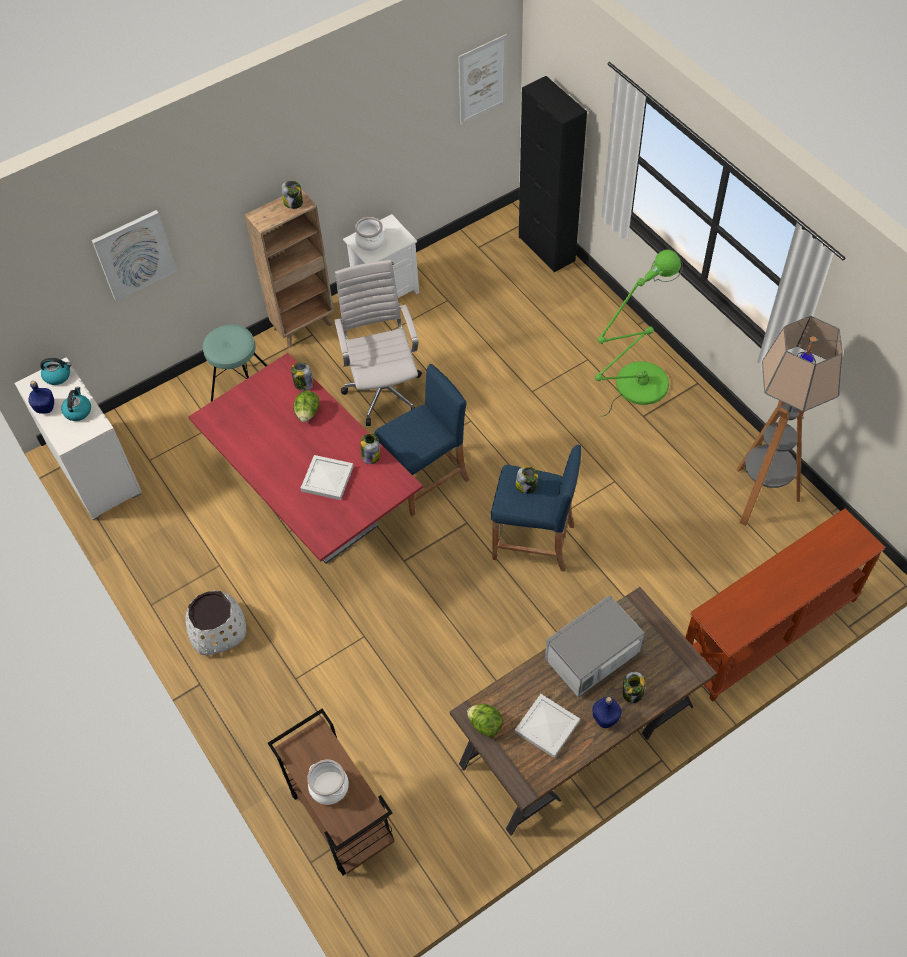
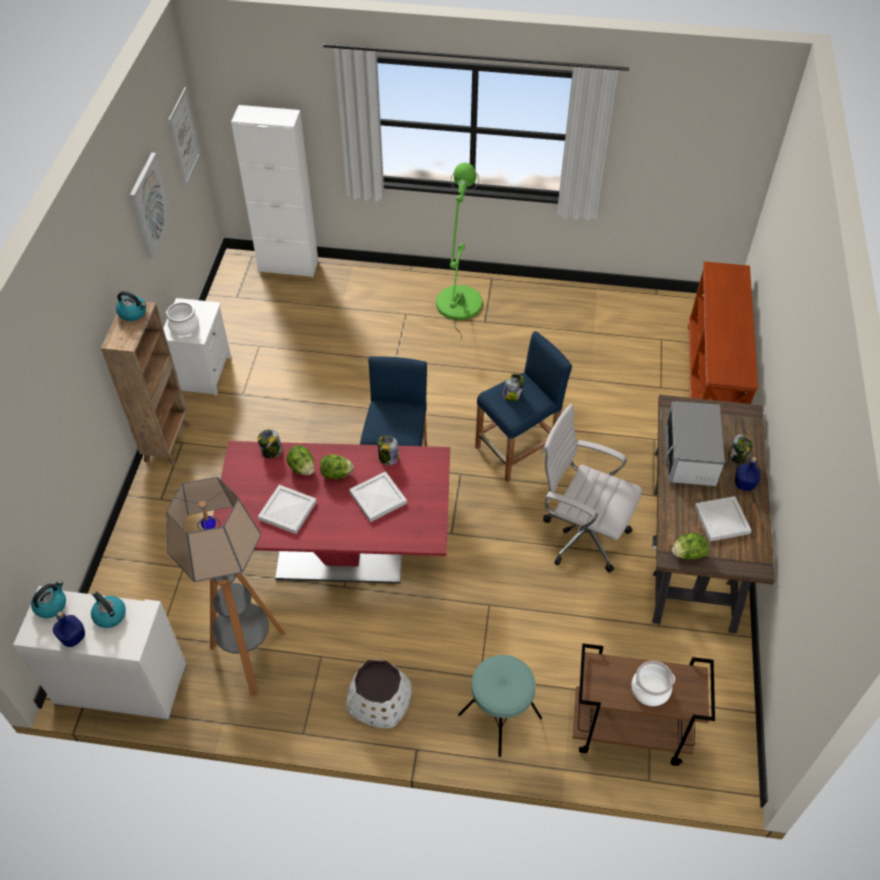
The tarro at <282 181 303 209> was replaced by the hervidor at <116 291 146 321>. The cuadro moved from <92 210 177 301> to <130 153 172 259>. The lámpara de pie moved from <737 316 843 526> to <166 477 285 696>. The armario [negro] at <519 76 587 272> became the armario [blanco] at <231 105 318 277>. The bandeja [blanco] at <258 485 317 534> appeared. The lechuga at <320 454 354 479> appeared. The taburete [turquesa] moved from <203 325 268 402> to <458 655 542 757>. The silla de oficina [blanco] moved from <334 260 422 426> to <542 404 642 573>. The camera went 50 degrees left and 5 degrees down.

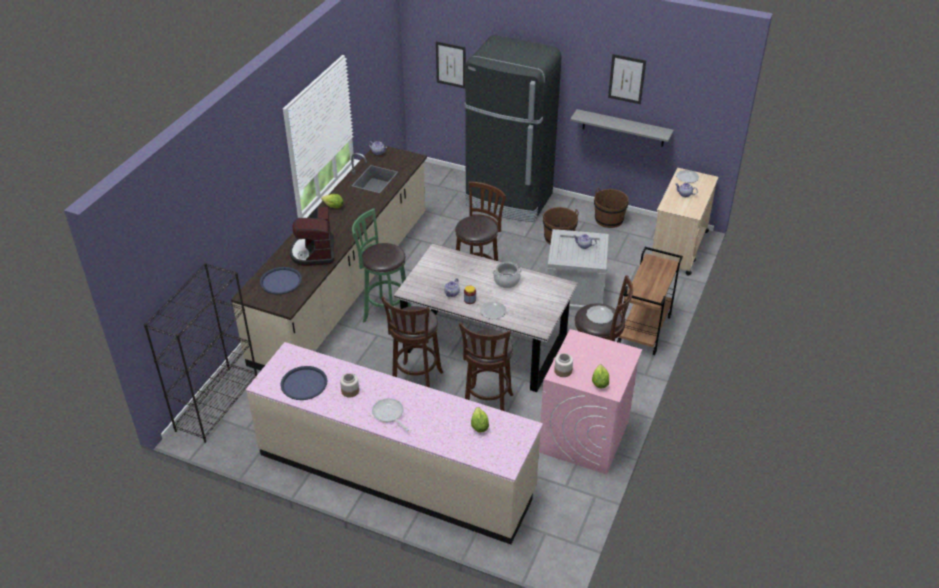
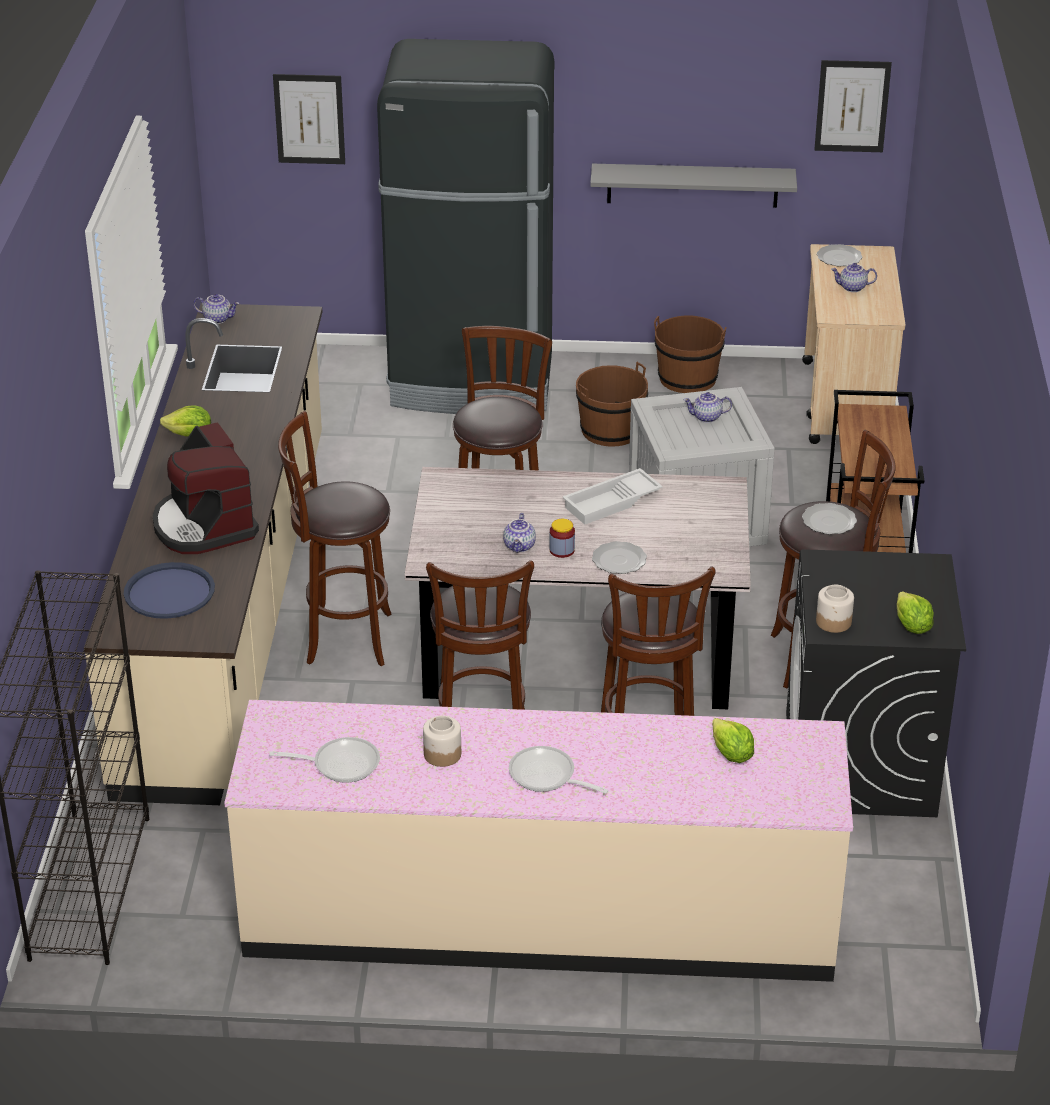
The bandeja [azul] at <281 366 327 400> was replaced by the sartén at <269 737 380 783>. The taburete [verde] at <352 208 411 323> became the taburete [marrón] at <278 411 392 666>. The olla at <492 262 522 288> was replaced by the bandeja [blanco] at <563 468 663 525>. The lavadora [rosa] at <539 329 642 475> became the lavadora [negro] at <786 549 966 817>. The cuadro moved from <608 54 646 104> to <814 60 892 152>. The camera went 20 degrees left and 5 degrees down.

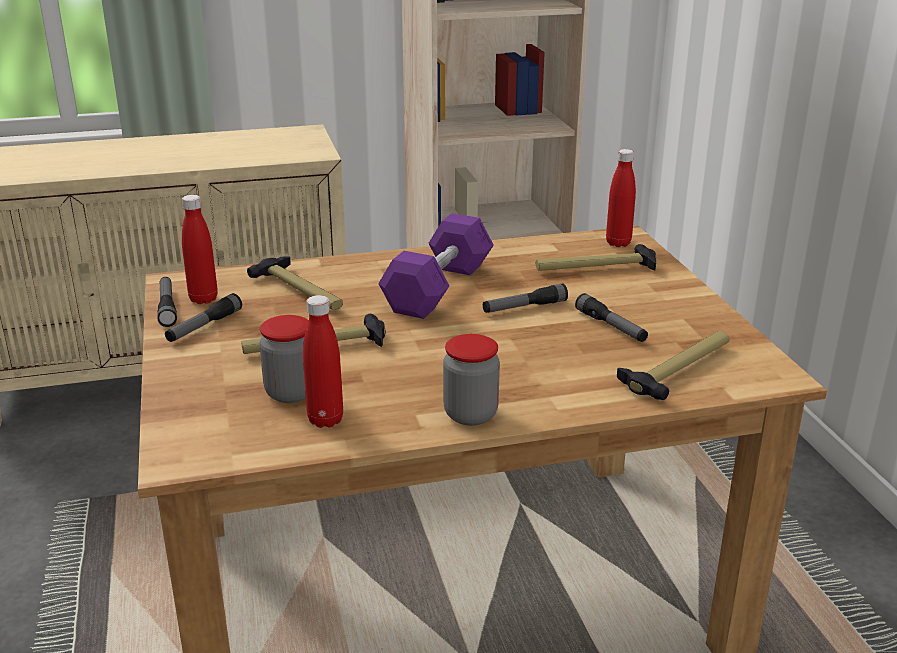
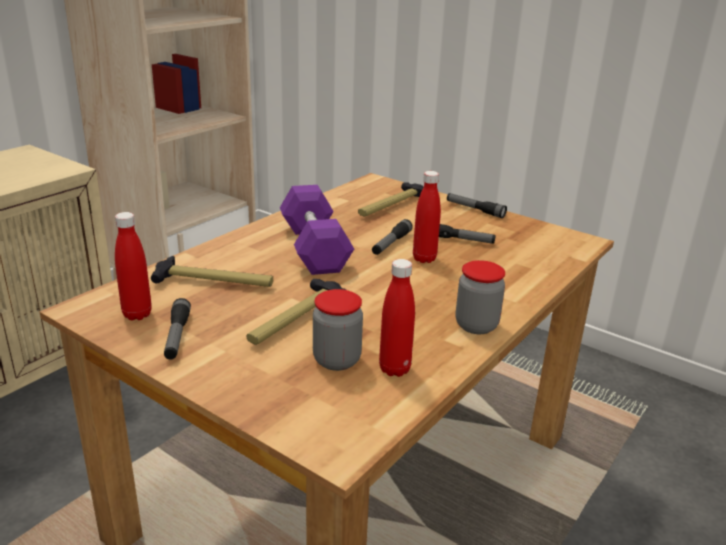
The botella [rojo] moved from <606 149 636 247> to <413 171 441 263>. The linterna moved from <157 277 177 327> to <447 193 507 218>. The martillo at <617 331 730 400> disappeared. The camera went 40 degrees left and 0 degrees up.

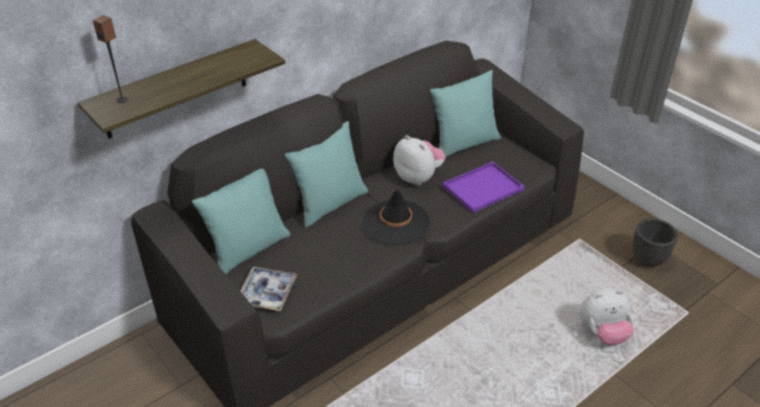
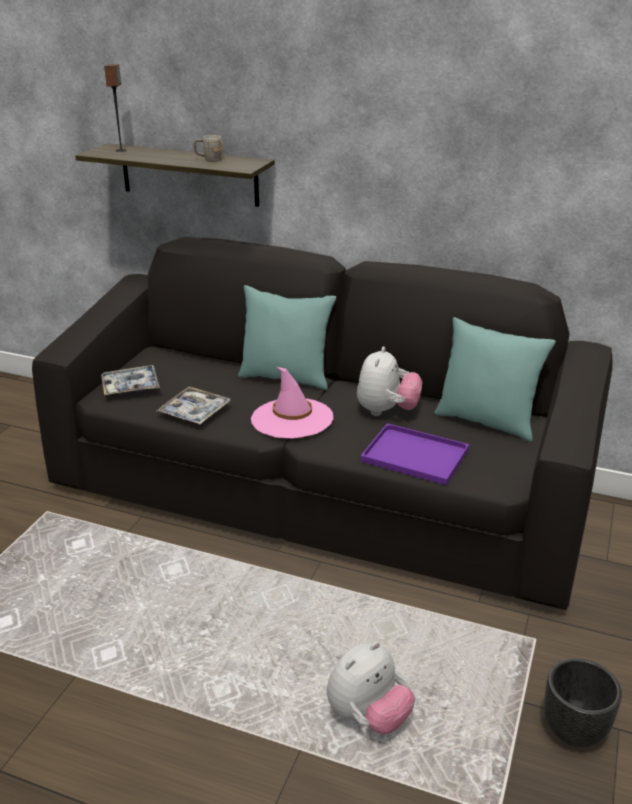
The bandeja at <157 387 230 424> appeared. The taza grande [gris] at <193 135 223 162> appeared. The sombrero [negro] at <362 189 429 245> became the sombrero [rosa] at <251 367 333 439>. The peluche at <580 288 634 346> turned 90 degrees counterclockwise. The cojín [turquesa] at <192 169 291 274> disappeared. The camera went 60 degrees right and 10 degrees down.

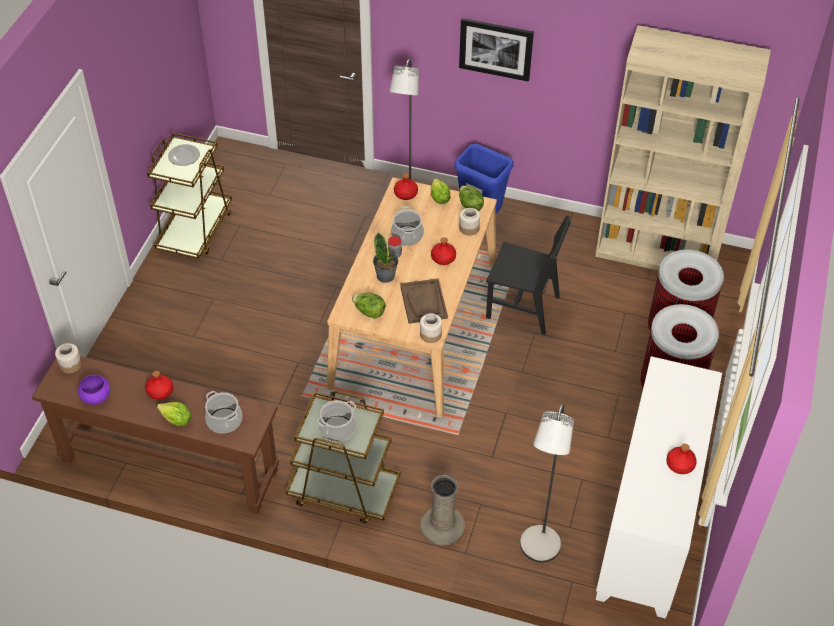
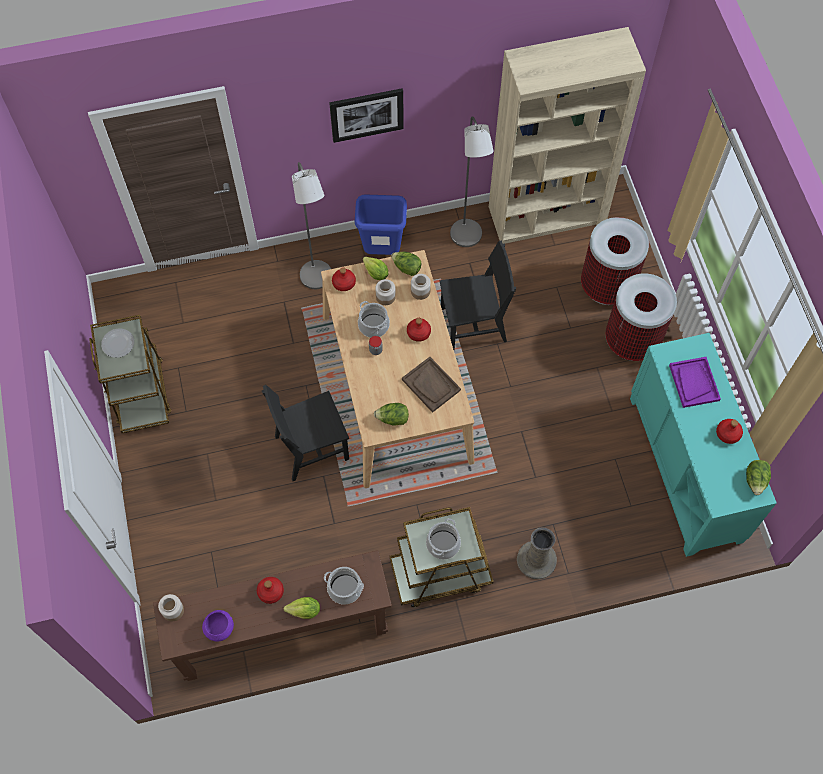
The silla [negro] at <262 385 349 481> appeared. The tarro moved from <420 313 442 343> to <375 279 396 305>. The lámpara de pie [gris] moved from <520 403 574 563> to <450 116 494 247>. The armario [blanco] at <596 356 722 619> became the armario [turquesa] at <630 333 777 557>. The bandeja [morado] at <669 357 721 408> appeared. The lechuga at <746 460 771 495> appeared. The planta en maceta at <373 232 398 283> disappeared. The camera went 30 degrees left and 15 degrees up.

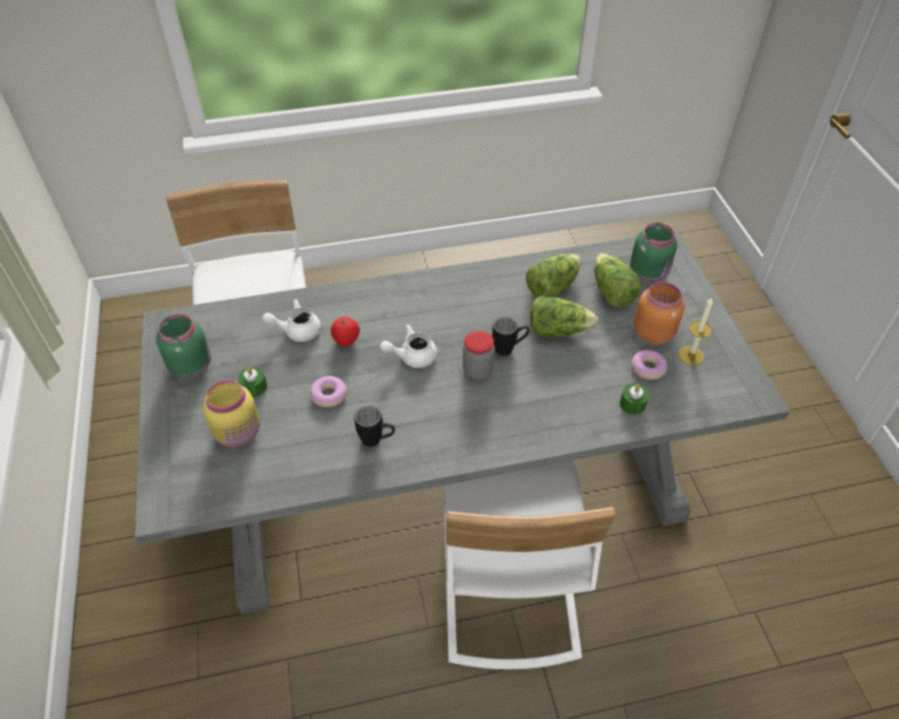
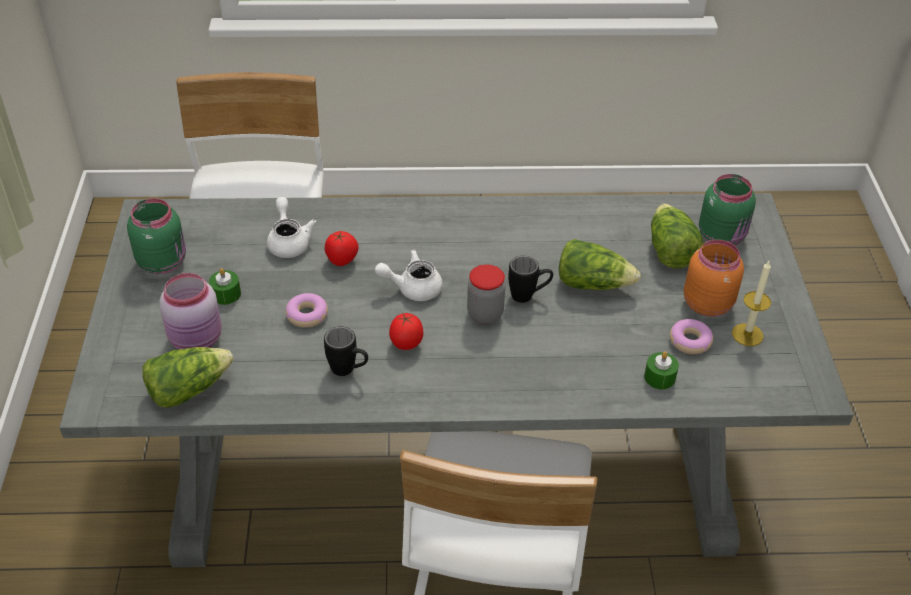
The lechuga moved from <526 254 581 297> to <142 347 233 408>. The tarro [amarillo] at <203 380 260 447> became the tarro [rosa] at <159 273 222 350>. The tetera [blanco] at <262 299 321 342> turned 75 degrees clockwise. The tomate at <389 312 423 350> appeared. The camera went 10 degrees right and 5 degrees down.

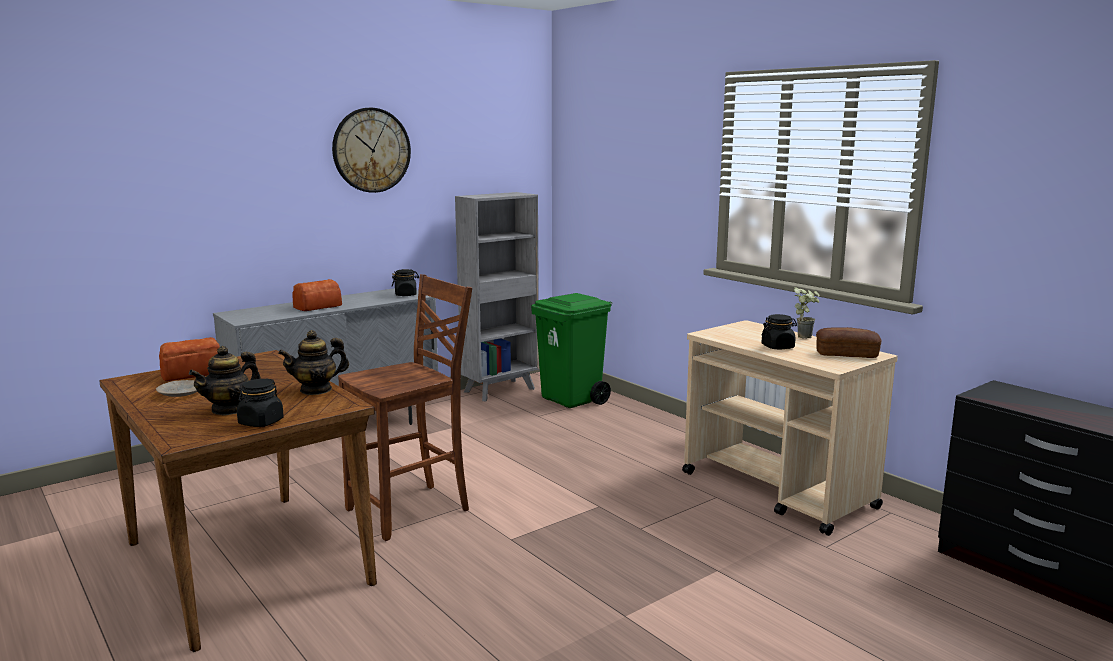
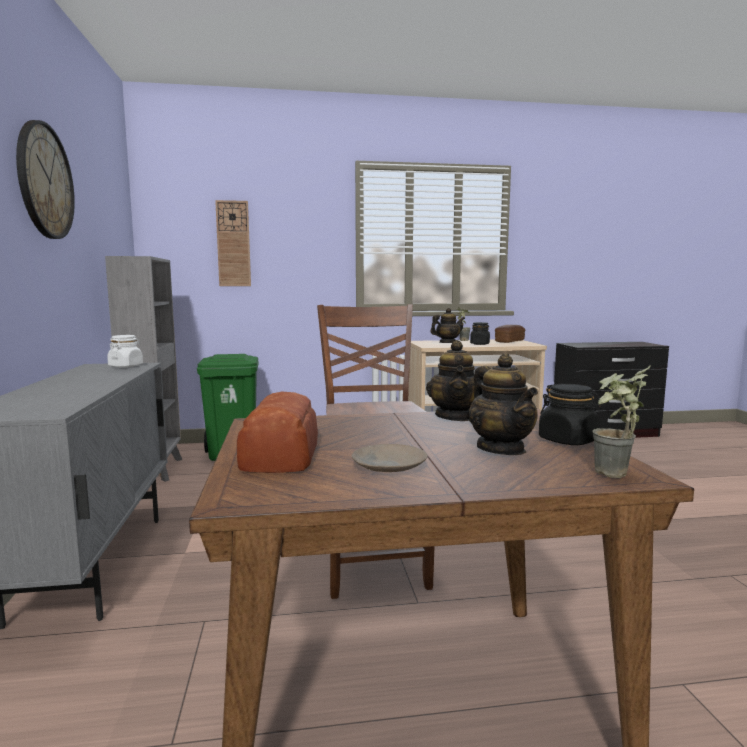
The tarro [negro] at <392 269 419 296> became the tarro [blanco] at <107 335 143 367>. The reloj de pared at <215 200 251 286> appeared. The tetera at <430 308 465 343> appeared. The planta en maceta at <593 365 651 478> appeared. The pan at <292 279 342 311> disappeared. The camera went 60 degrees left and 5 degrees down.

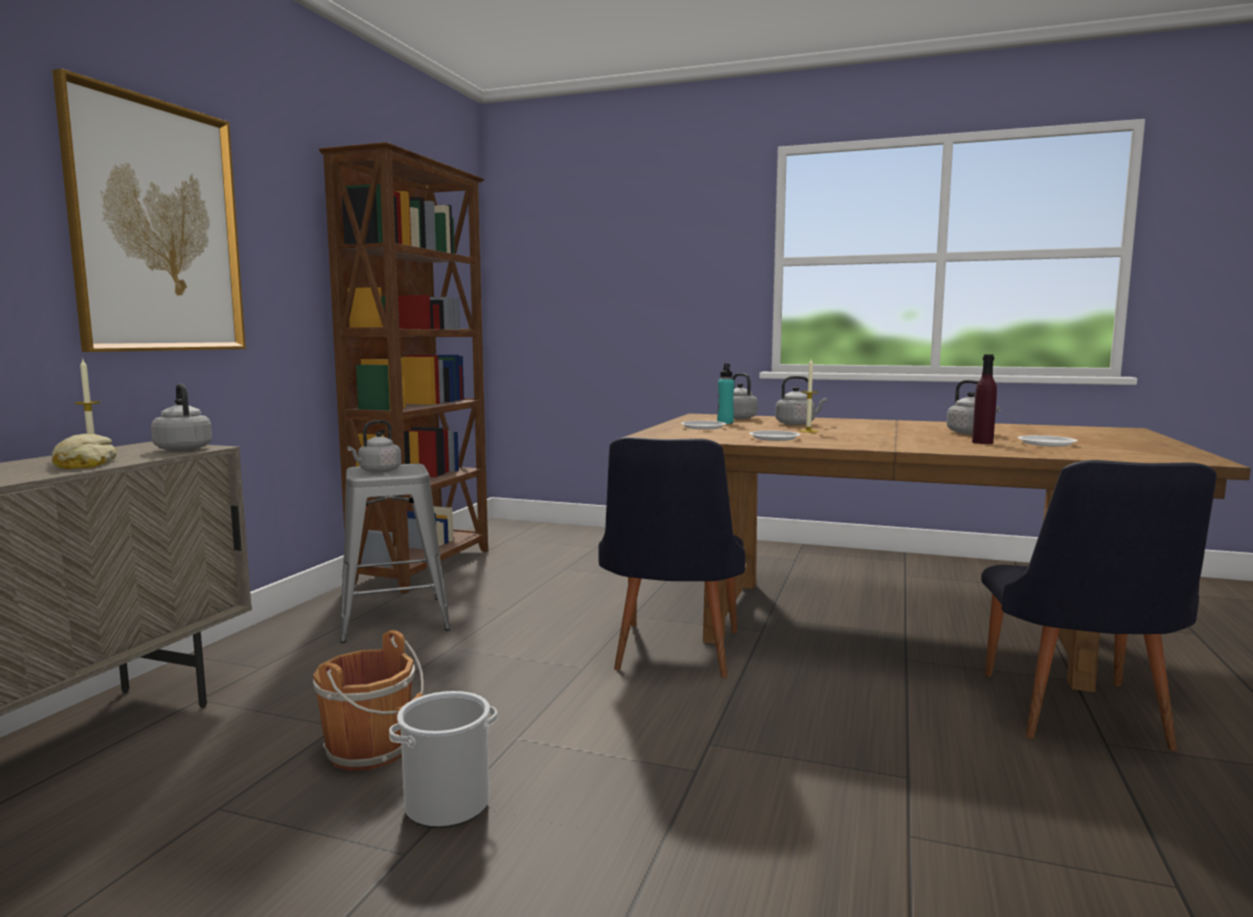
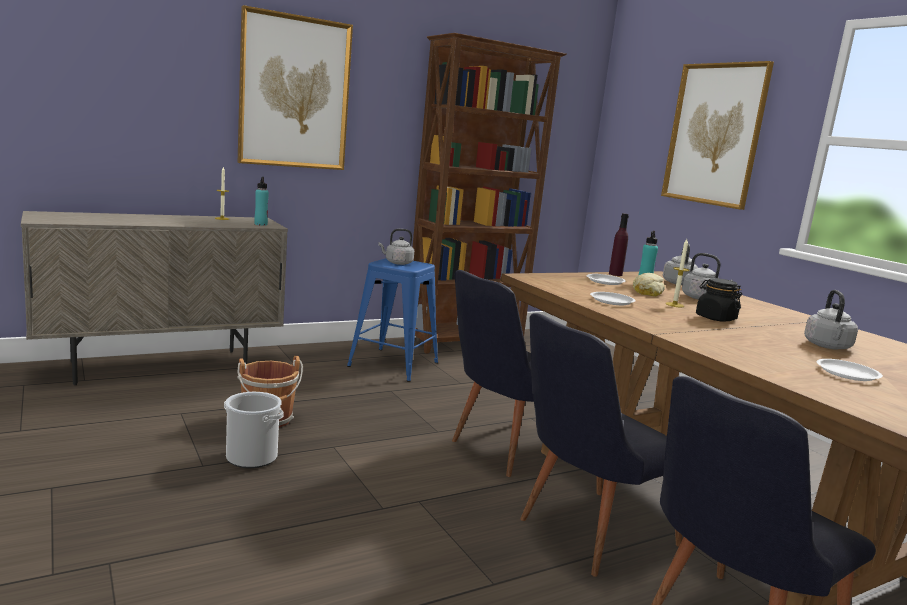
The hervidor [gris] at <151 384 212 451> was replaced by the botella [turquesa] at <254 177 269 226>. The taburete [gris] at <340 464 451 643> became the taburete [azul] at <347 258 438 382>. The silla [negro] at <520 313 682 577> appeared. The botella [morado] moved from <972 354 997 444> to <609 213 629 276>. The pan moved from <52 434 117 469> to <633 273 665 297>. The cuadro at <661 61 774 210> appeared. The tarro [negro] at <696 278 742 321> appeared. The camera went 40 degrees right and 5 degrees up.

